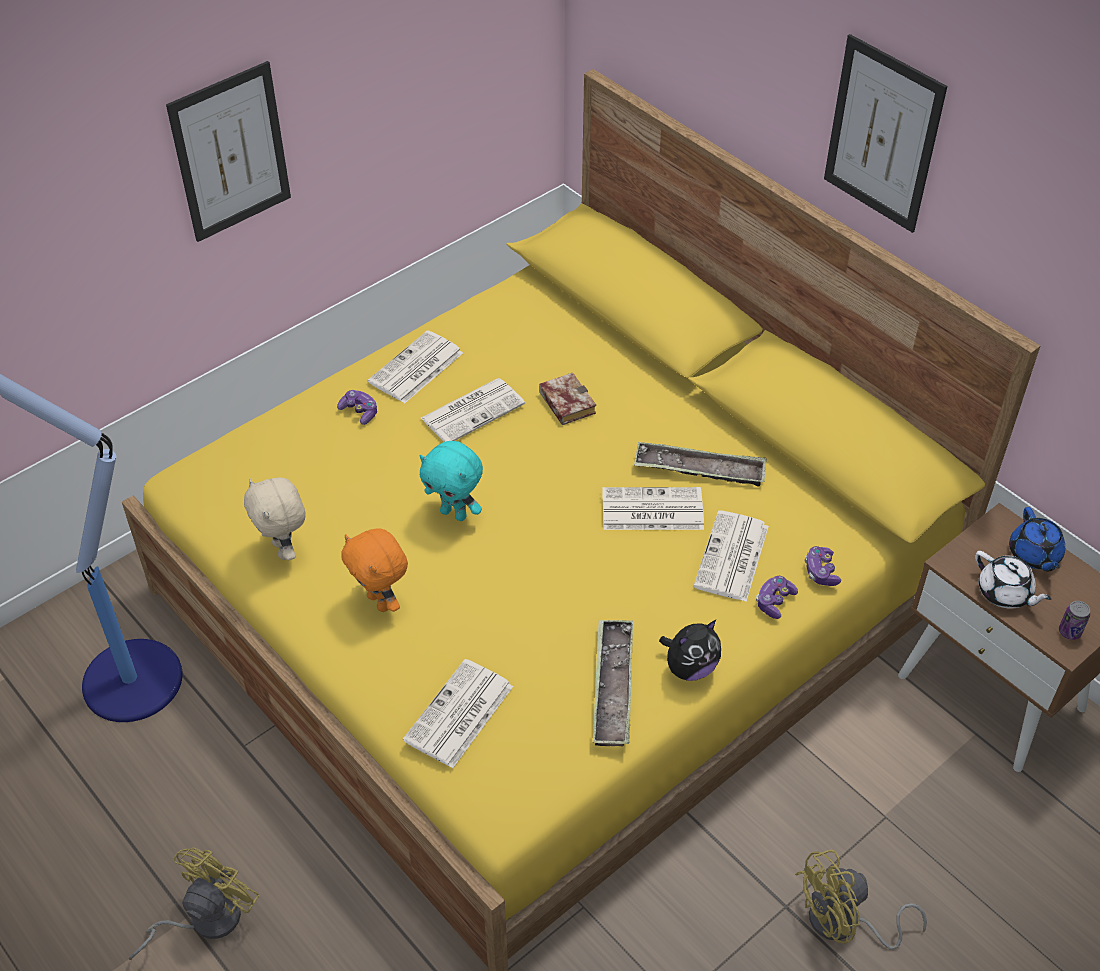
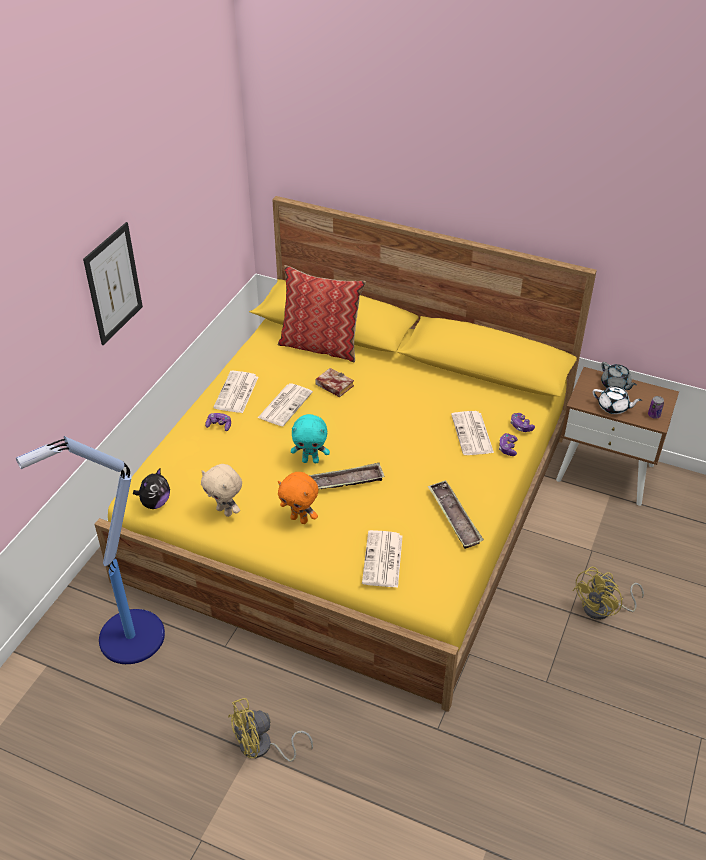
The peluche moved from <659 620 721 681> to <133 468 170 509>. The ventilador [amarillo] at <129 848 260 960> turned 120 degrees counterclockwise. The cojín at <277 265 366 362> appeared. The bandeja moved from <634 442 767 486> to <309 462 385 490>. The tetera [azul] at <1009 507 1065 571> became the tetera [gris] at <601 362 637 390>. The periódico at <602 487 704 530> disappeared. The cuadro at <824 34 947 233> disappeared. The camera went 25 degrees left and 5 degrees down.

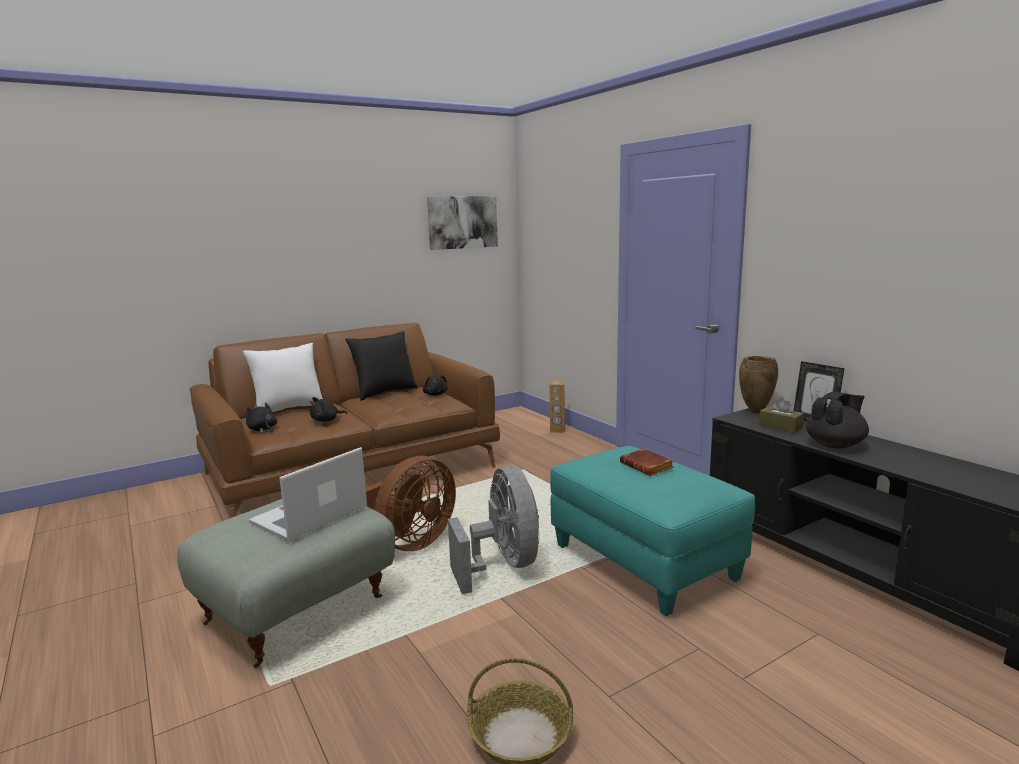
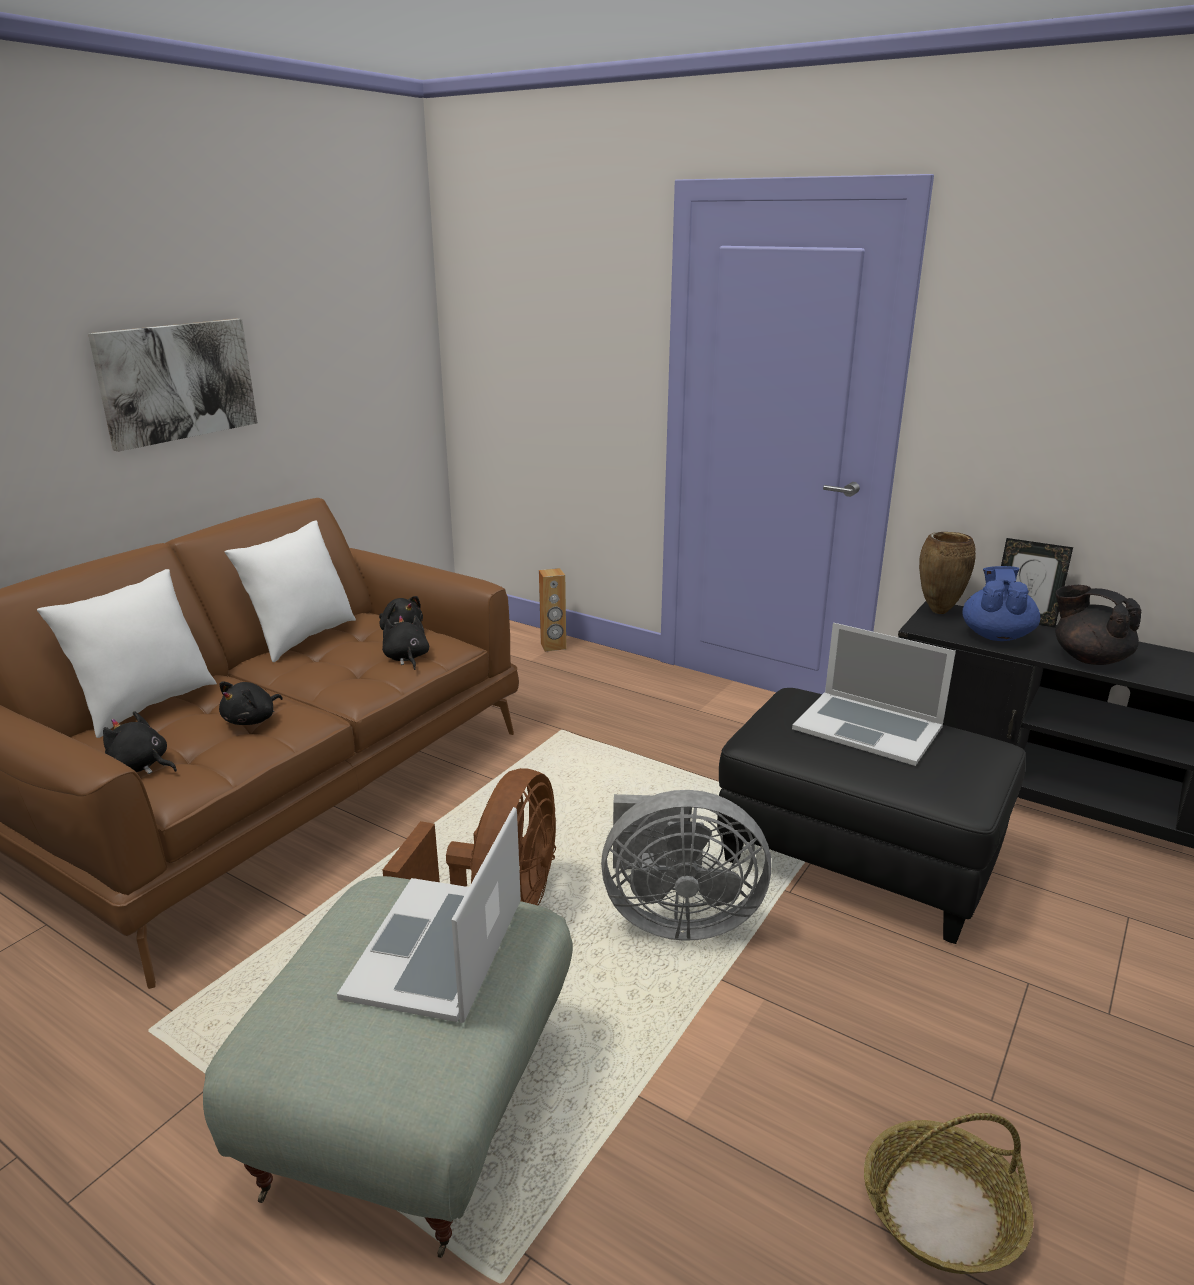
The cuadro moved from <427 196 498 250> to <88 319 258 452>. The cojín [negro] at <345 331 418 401> became the cojín [blanco] at <225 521 356 662>. The peluche [negro] at <382 615 429 670> appeared. The ventilador [gris] at <448 465 539 594> turned 135 degrees clockwise. The puf [turquesa] at <550 446 755 616> became the puf [negro] at <717 688 1026 944>. The libro [marrón] at <620 448 674 476> was replaced by the portátil at <792 623 956 766>. The caja de pañuelos [marrón] at <759 397 804 433> was replaced by the tetera [azul] at <962 566 1040 641>. The tetera [negro] at <806 392 869 448> turned 75 degrees counterclockwise. The camera went 25 degrees left and 10 degrees up.

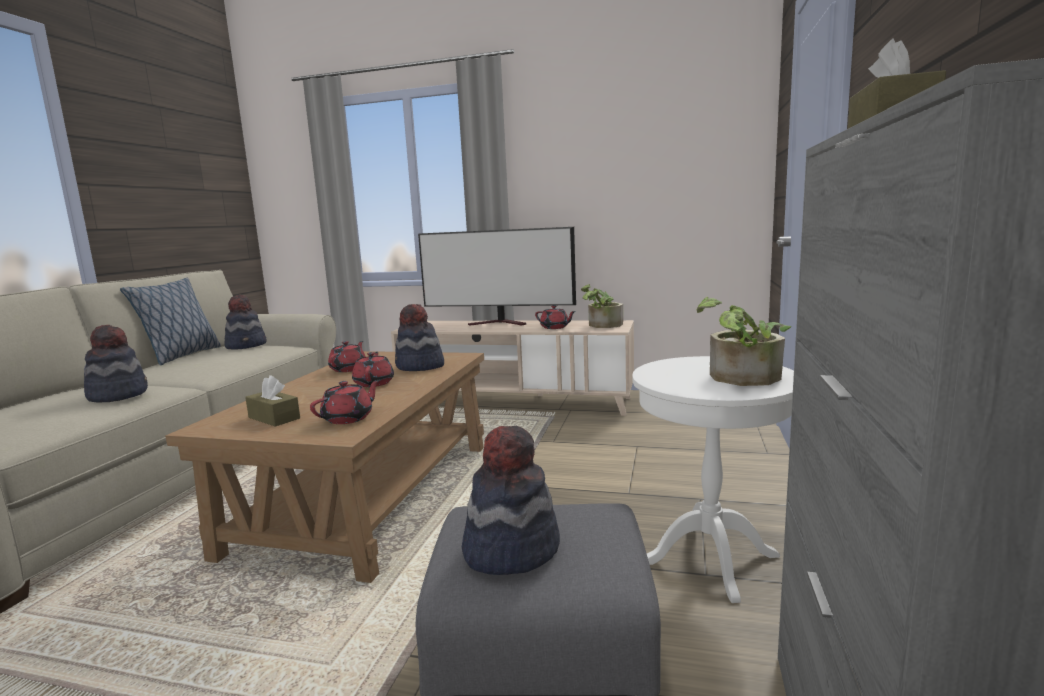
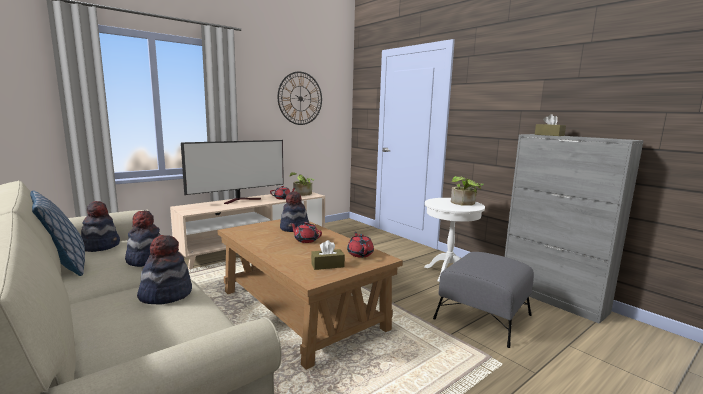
The sombrero moved from <462 426 560 575> to <125 210 161 267>. The reloj de pared at <278 72 322 125> appeared. The tetera [rojo] at <328 341 366 372> disappeared. The camera went 55 degrees left and 0 degrees up.

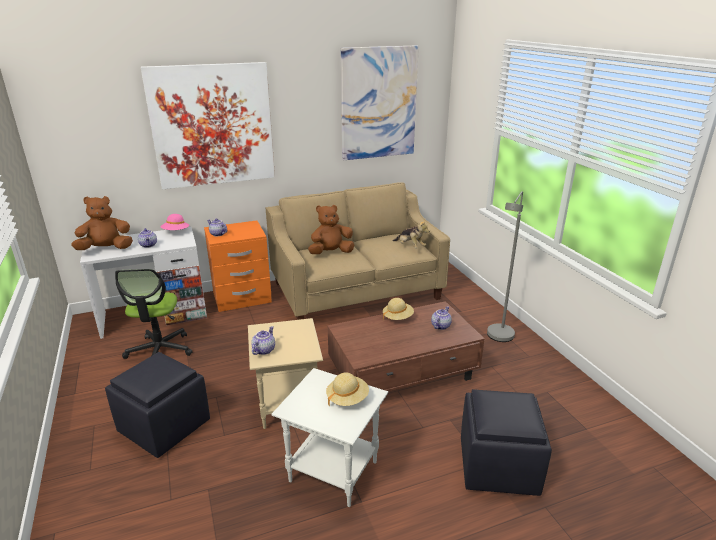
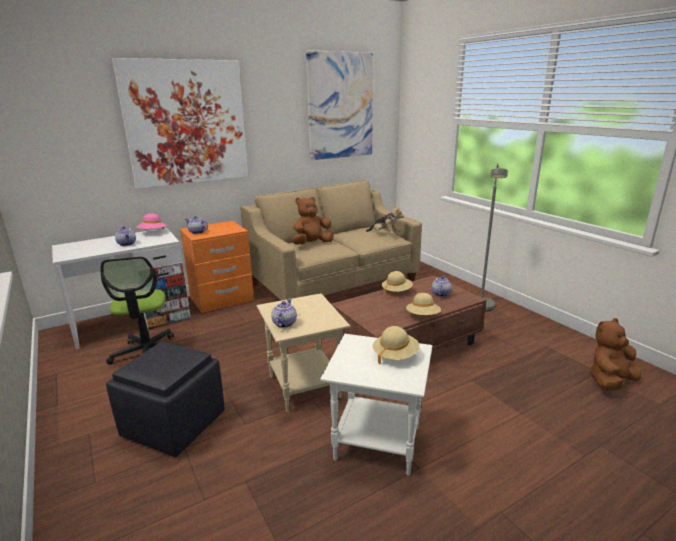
The sombrero [beis] at <406 293 441 315> appeared. The peluche [marrón] moved from <71 196 133 250> to <590 318 641 391>. The puf [negro] at <461 389 552 496> disappeared. The camera went 10 degrees left and 5 degrees down.

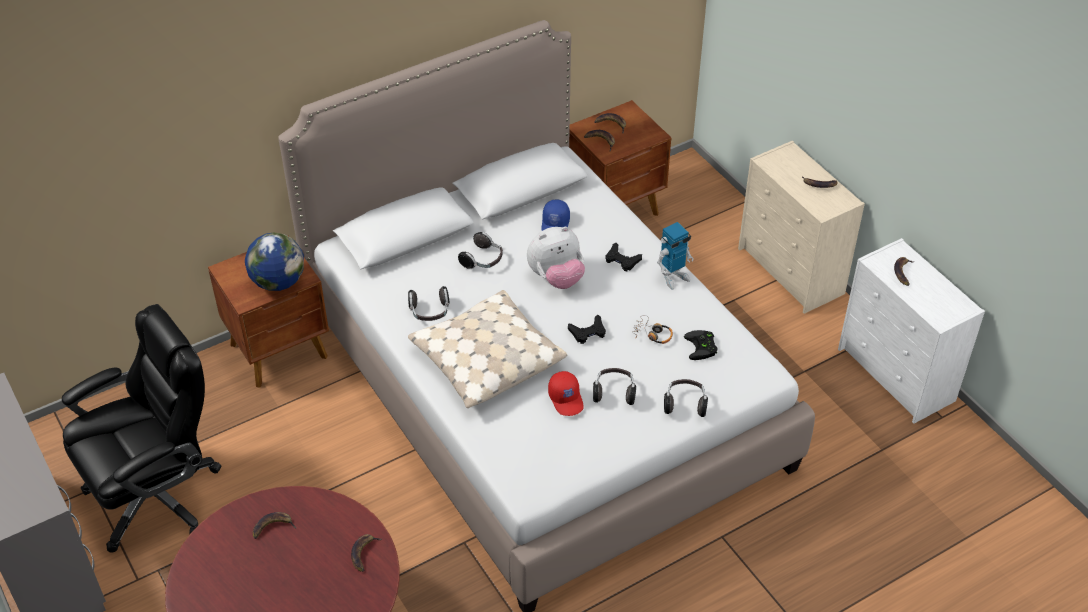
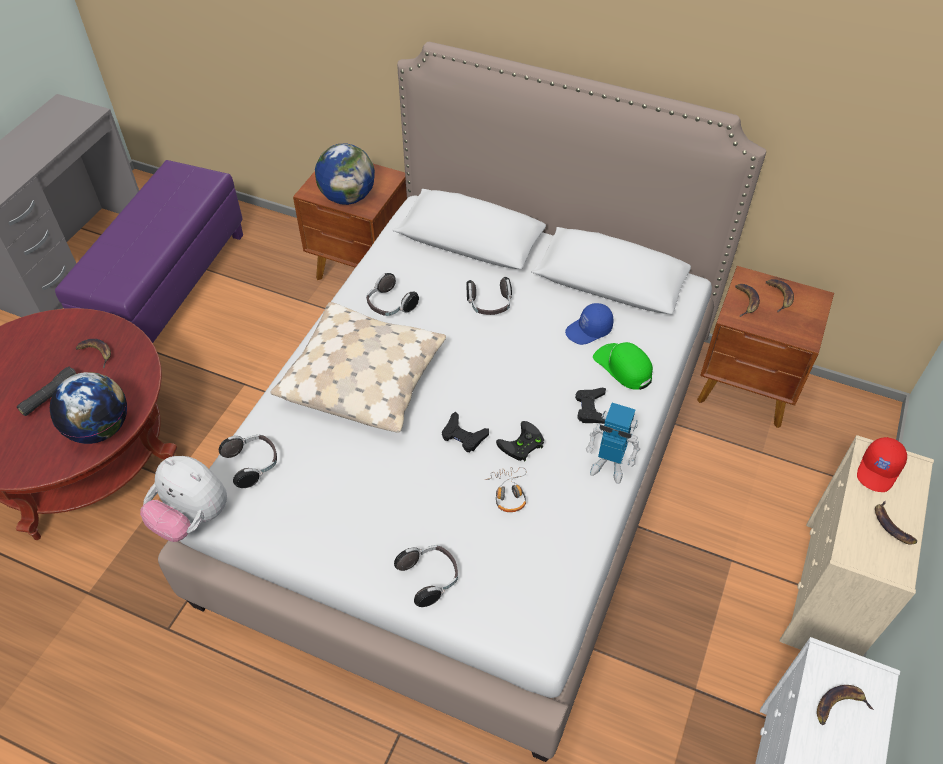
The linterna [negro] at <17 366 77 416> appeared. The plátano at <351 534 382 572> was replaced by the globo terráqueo at <50 372 127 444>. The silla de oficina [negro] at <62 304 222 553> was replaced by the puf [morado] at <55 160 243 343>. The peluche moved from <527 227 585 289> to <140 456 227 542>. The auriculares moved from <593 368 636 405> to <219 435 277 488>. The mando de consola [negro] moved from <684 330 717 360> to <496 421 544 462>. The gorra [verde] at <593 342 653 390> appeared. The gorra [rojo] moved from <548 371 584 416> to <857 437 907 492>. The camera went 55 degrees right and 5 degrees up.

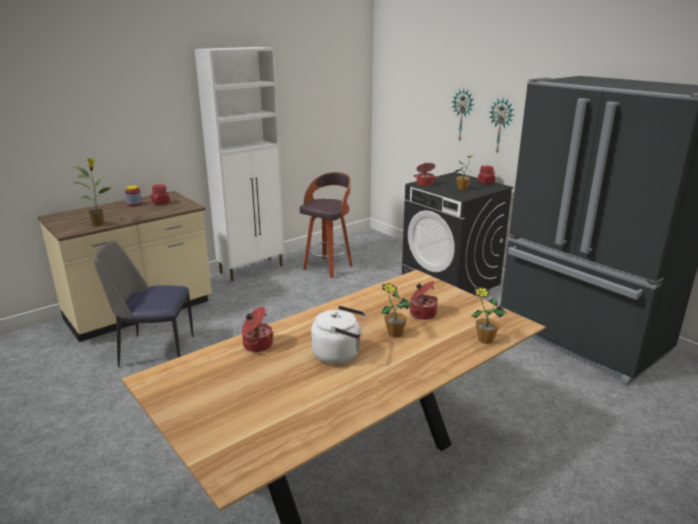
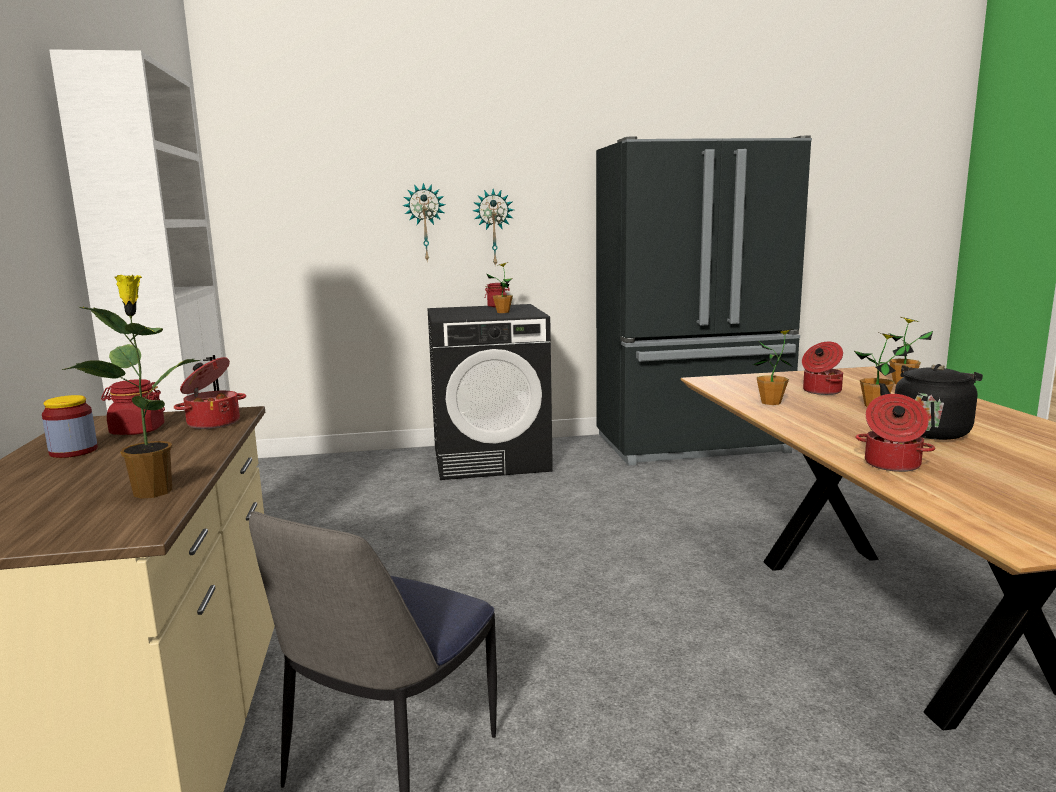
The olla moved from <414 163 438 186> to <174 357 246 429>. The planta en maceta at <753 329 793 405> appeared. The hervidor [blanco] at <311 306 366 364> became the hervidor [negro] at <879 364 983 440>. The taburete at <300 172 353 278> disappeared. The camera went 60 degrees left and 10 degrees down.

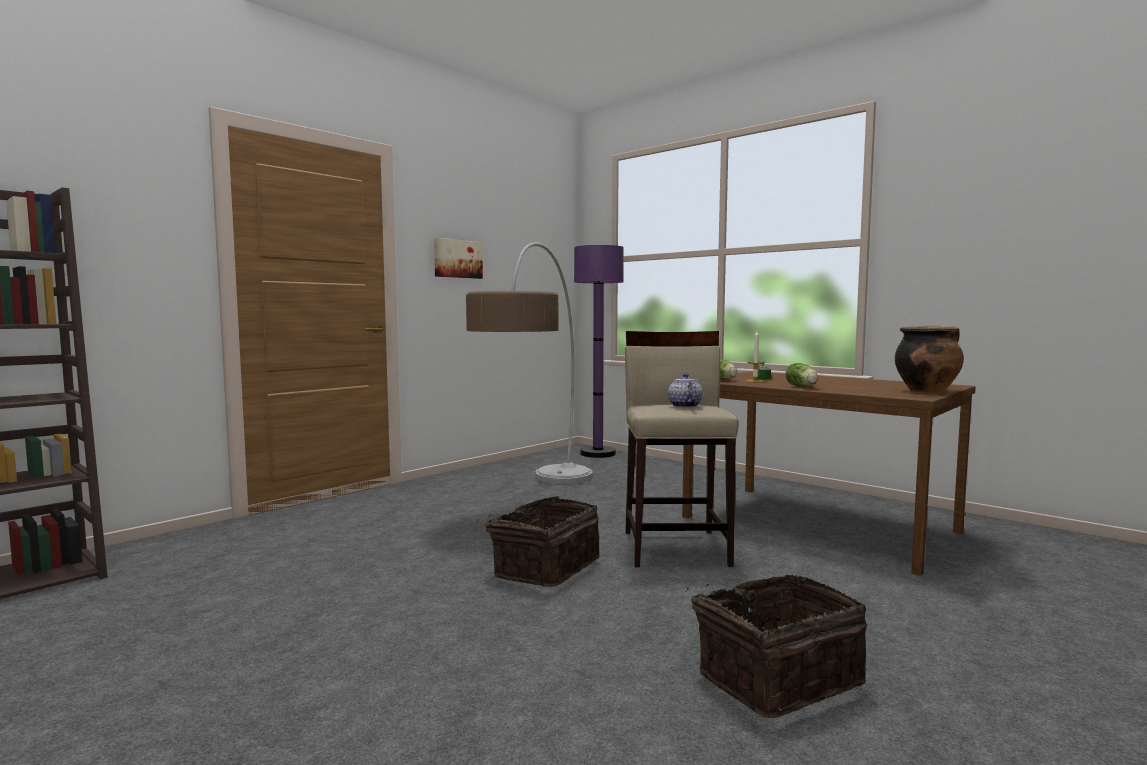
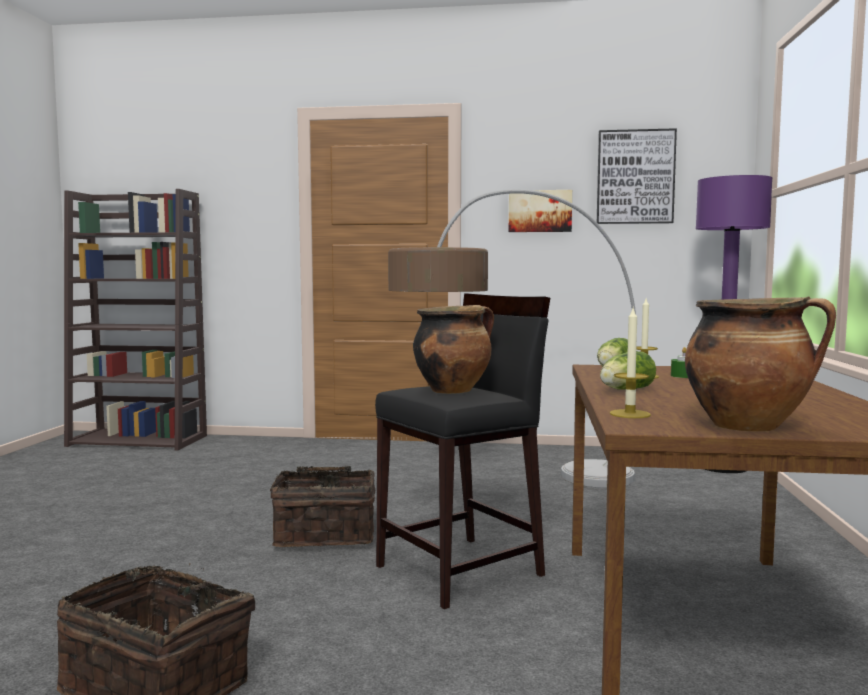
The taburete [beis] at <625 331 739 567> became the taburete [negro] at <375 293 550 609>. The tetera at <668 373 703 408> was replaced by the olla at <413 305 494 394>. The cuadro at <597 128 677 224> appeared. The vela at <610 306 651 418> appeared. The camera went 55 degrees right and 0 degrees up.

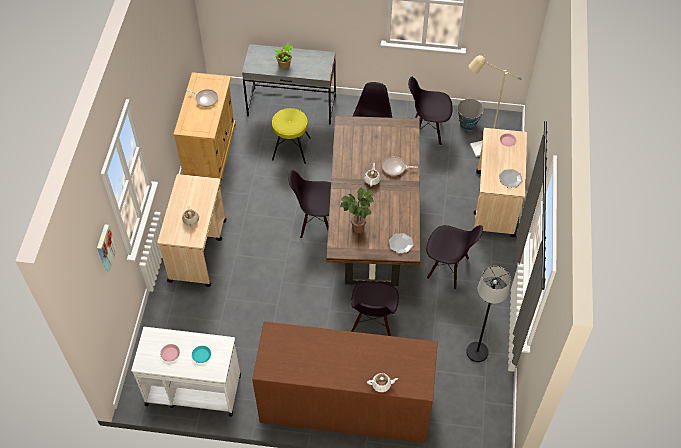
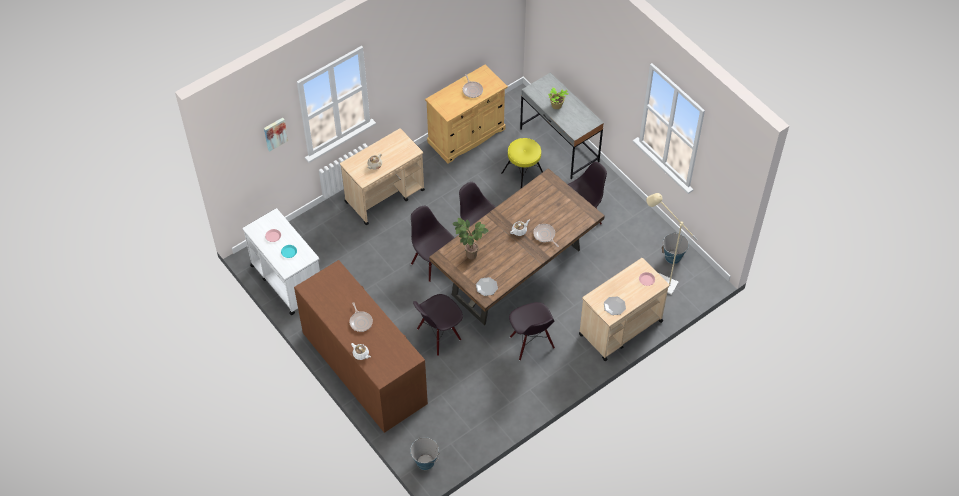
The sartén at <349 302 373 332> appeared. The cubo at <410 437 439 470> appeared. The silla [negro] moved from <408 77 453 146> to <411 206 454 282>. The lámpara de pie [negro] at <466 266 510 362> disappeared. The camera went 45 degrees right and 0 degrees up.

